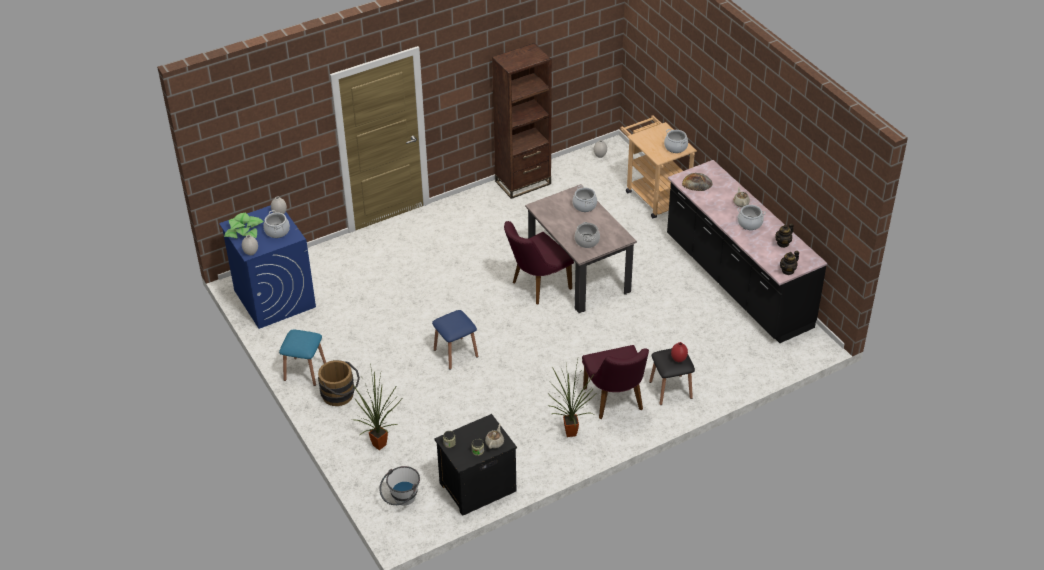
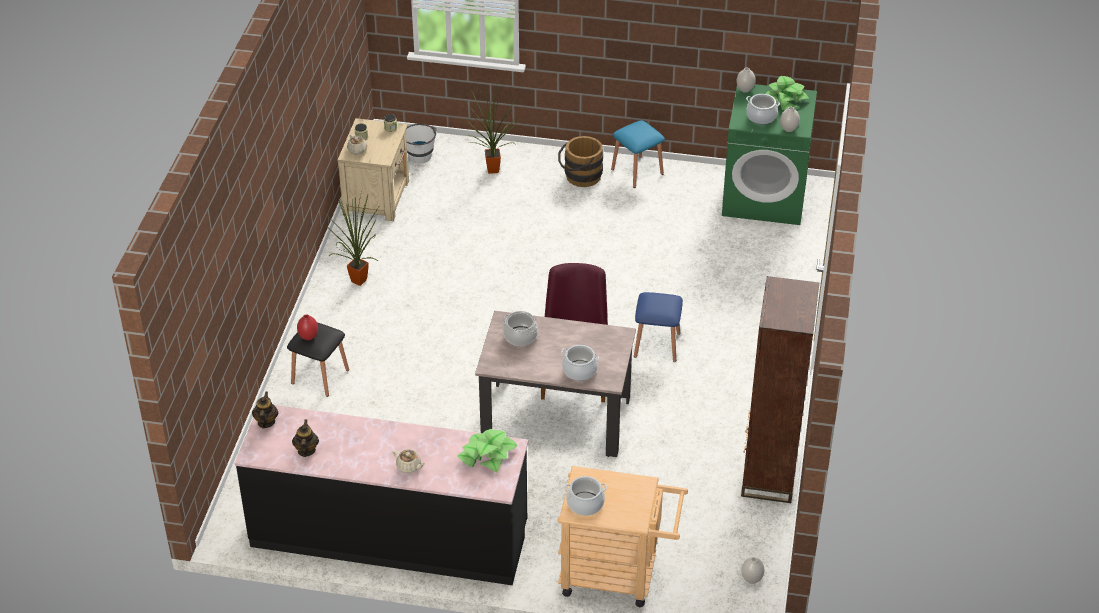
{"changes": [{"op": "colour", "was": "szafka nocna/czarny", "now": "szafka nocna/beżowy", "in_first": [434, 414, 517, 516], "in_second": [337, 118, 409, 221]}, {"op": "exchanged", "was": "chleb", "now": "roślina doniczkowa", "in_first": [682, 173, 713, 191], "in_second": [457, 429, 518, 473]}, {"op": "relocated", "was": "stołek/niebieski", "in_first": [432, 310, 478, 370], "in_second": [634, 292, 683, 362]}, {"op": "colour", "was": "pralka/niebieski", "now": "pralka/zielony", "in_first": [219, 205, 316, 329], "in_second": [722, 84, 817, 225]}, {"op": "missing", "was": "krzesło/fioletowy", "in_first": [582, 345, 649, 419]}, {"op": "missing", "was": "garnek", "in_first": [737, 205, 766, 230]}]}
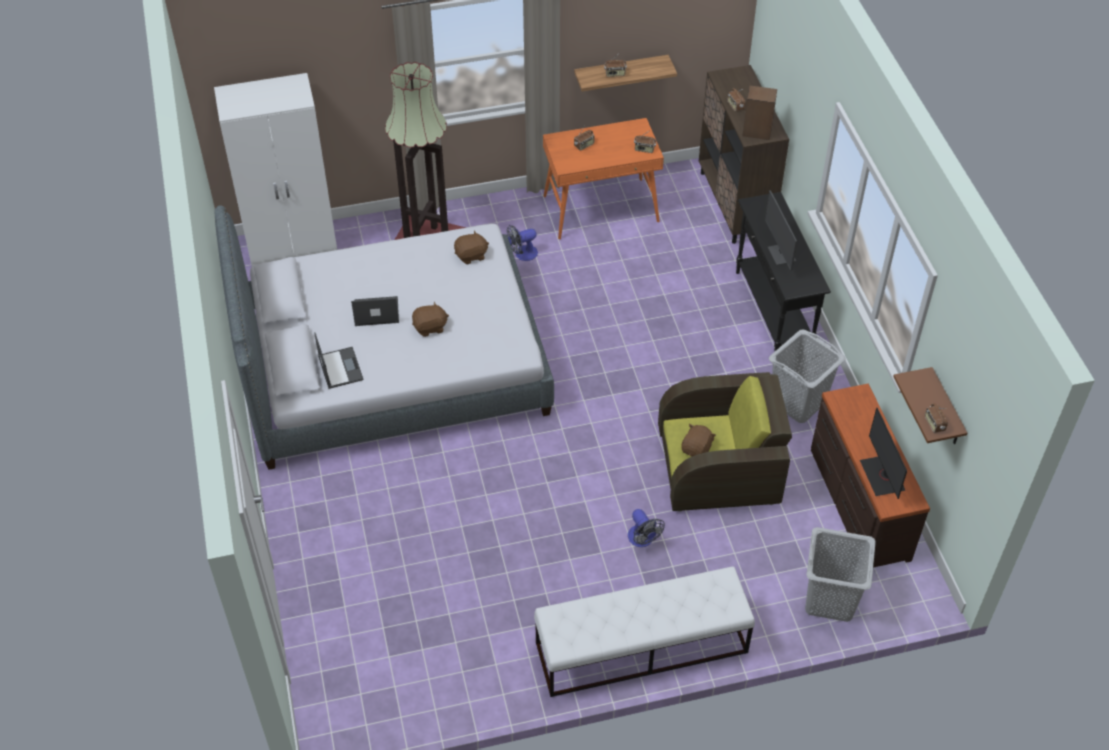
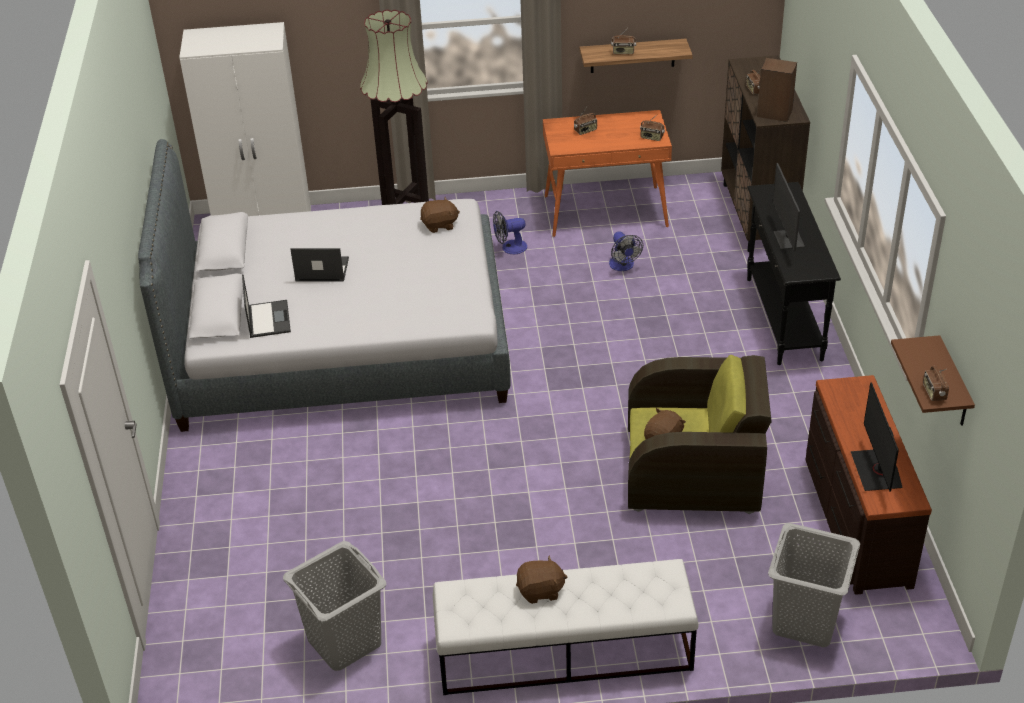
{"changes": [{"op": "relocated", "was": "kosz na pranie/szary", "in_first": [769, 329, 846, 423], "in_second": [283, 541, 386, 671]}, {"op": "relocated", "was": "pluszak/brązowy", "in_first": [412, 302, 449, 337], "in_second": [516, 555, 568, 604]}, {"op": "relocated", "was": "wentylator", "in_first": [628, 509, 665, 547], "in_second": [609, 231, 643, 271]}]}
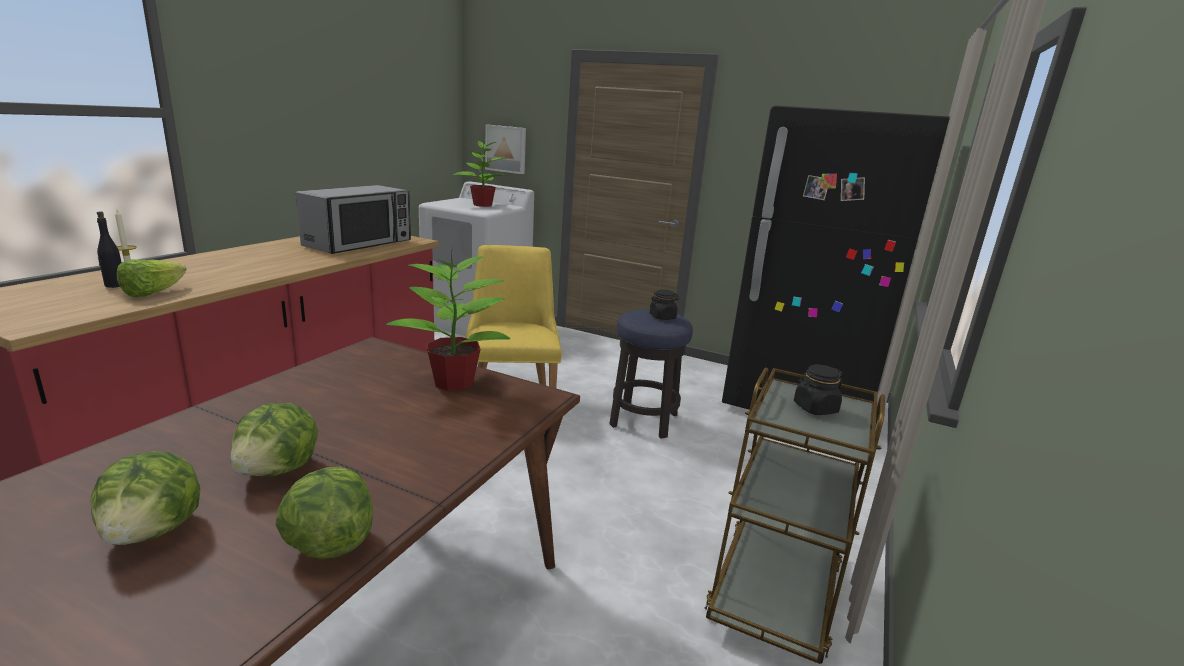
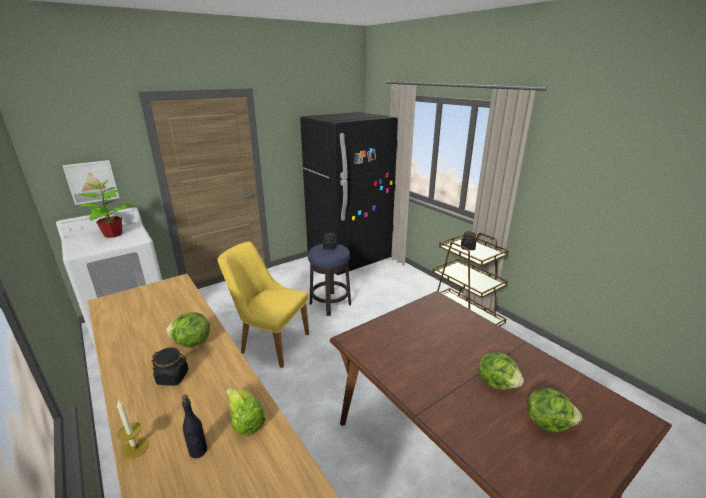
{"changes": [{"op": "appeared", "now": "słoik/czarny", "in_second": [152, 347, 189, 385]}, {"op": "relocated", "was": "sałata", "in_first": [275, 467, 373, 560], "in_second": [166, 312, 210, 347]}, {"op": "missing", "was": "mikrofalówka", "in_first": [296, 185, 411, 254]}, {"op": "missing", "was": "roślina doniczkowa", "in_first": [386, 246, 510, 391]}]}
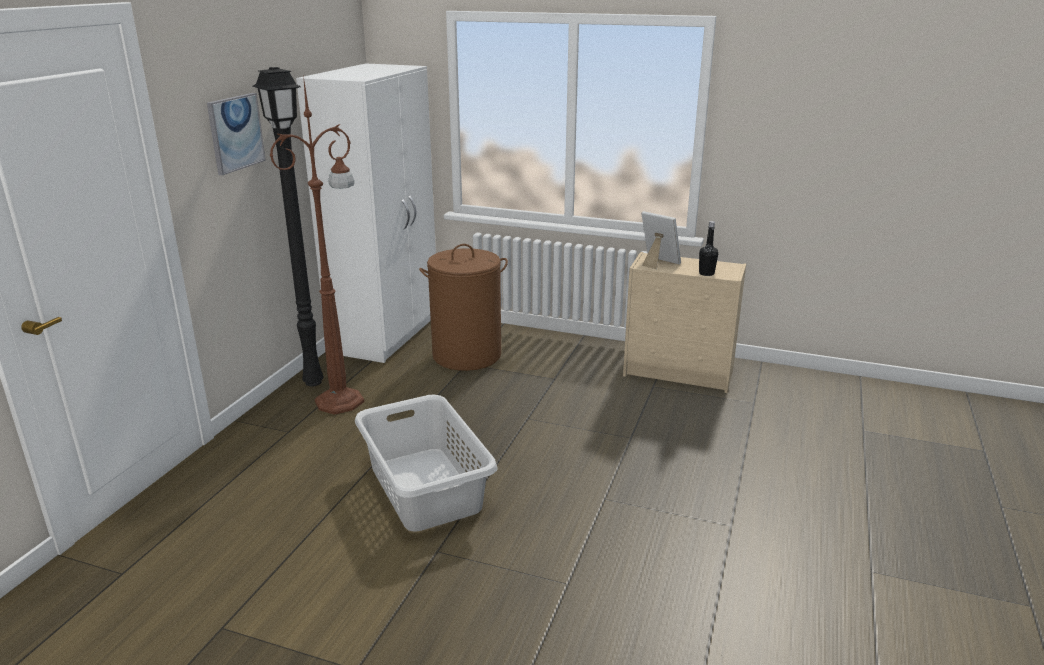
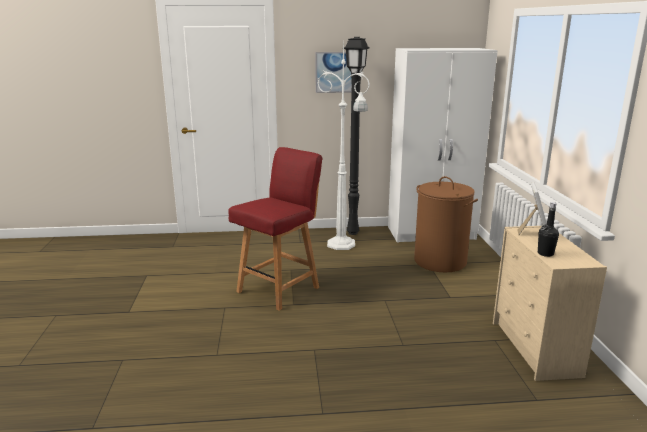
{"changes": [{"op": "exchanged", "was": "kosz na pranie/szary", "now": "krzesło/czerwony", "in_first": [355, 395, 498, 532], "in_second": [228, 147, 323, 311]}, {"op": "colour", "was": "lampa stojąca/brązowy", "now": "lampa stojąca/biały", "in_first": [269, 75, 364, 415], "in_second": [317, 43, 370, 250]}]}
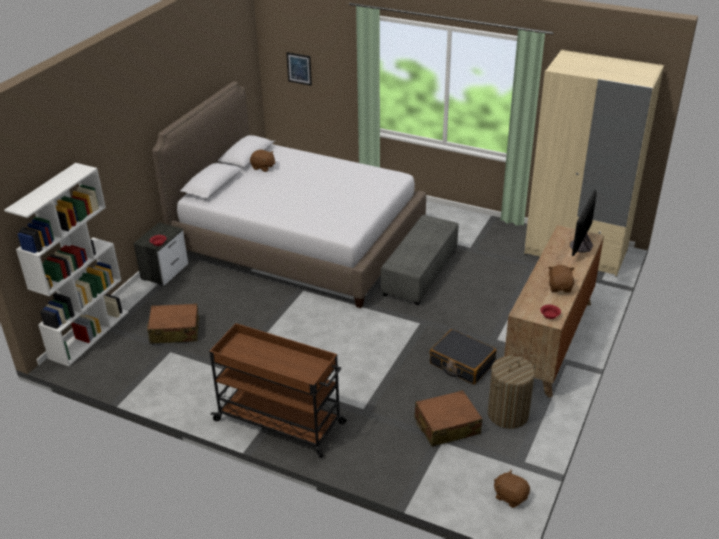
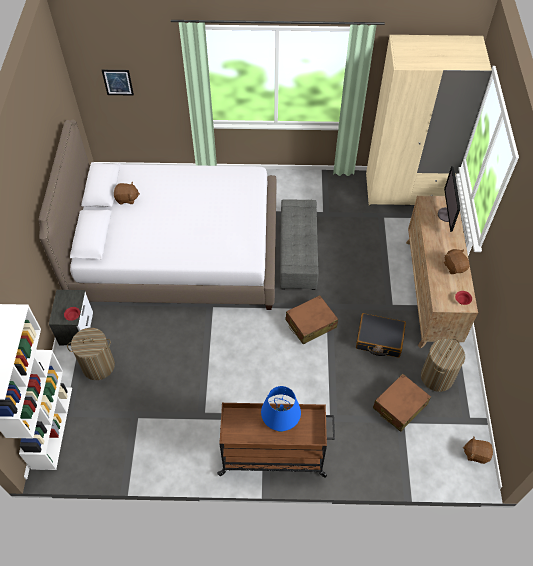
{"changes": [{"op": "appeared", "now": "kosz na pranie", "in_second": [67, 328, 115, 380]}, {"op": "appeared", "now": "lampa stołowa/niebieski", "in_second": [261, 386, 301, 432]}, {"op": "relocated", "was": "walizka/brązowy", "in_first": [147, 304, 199, 344], "in_second": [286, 295, 338, 344]}]}
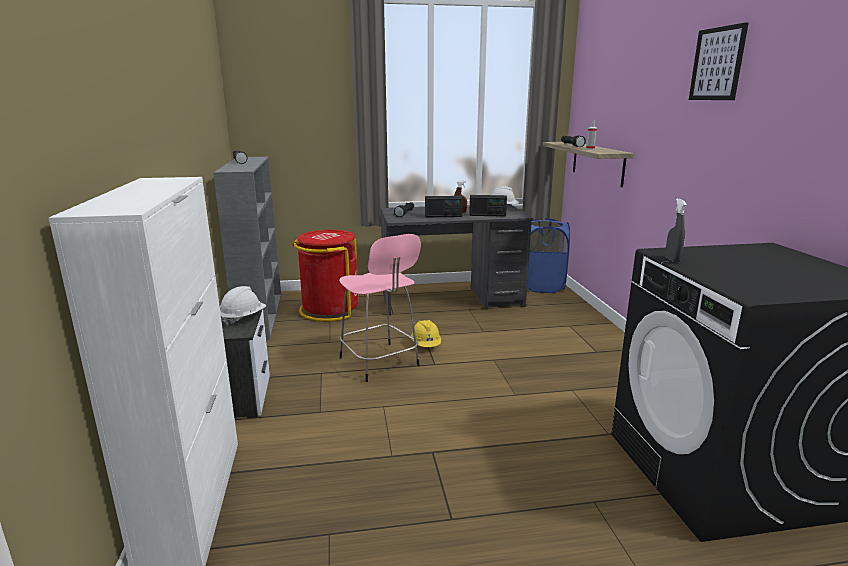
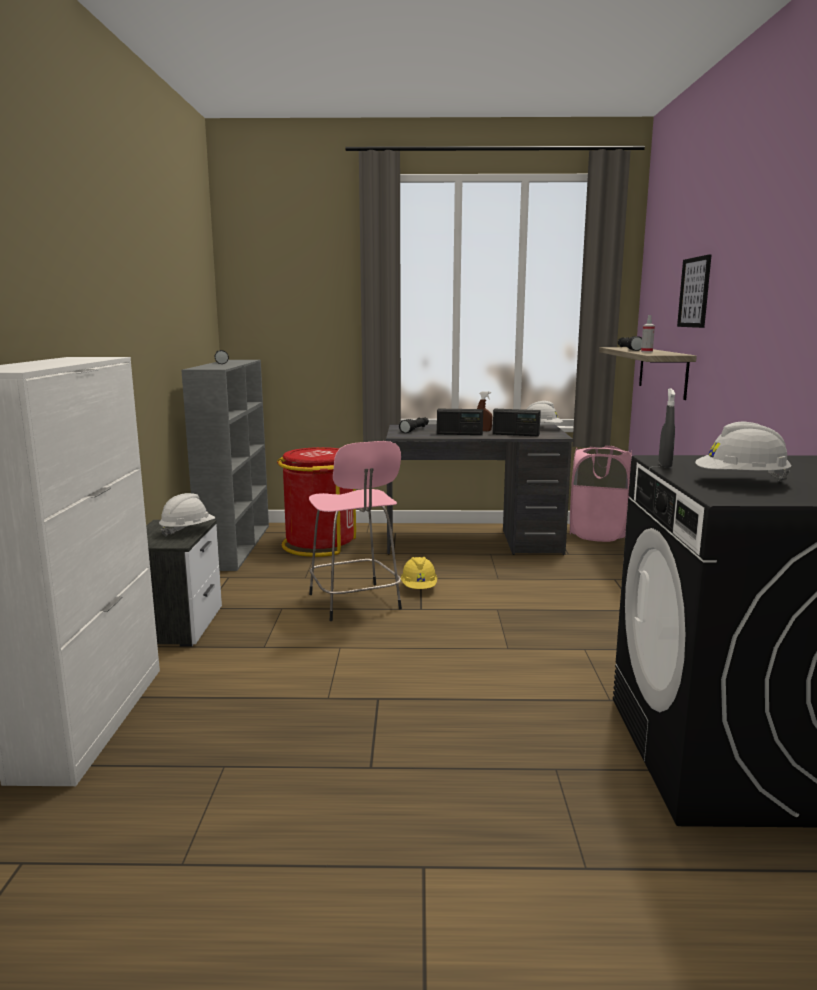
{"changes": [{"op": "colour", "was": "kosz na pranie/niebieski", "now": "kosz na pranie/różowy", "in_first": [527, 218, 570, 293], "in_second": [570, 445, 632, 542]}, {"op": "relocated", "was": "obraz", "in_first": [689, 22, 749, 100], "in_second": [677, 254, 712, 328]}, {"op": "appeared", "now": "kask/biały", "in_second": [695, 422, 791, 482]}]}
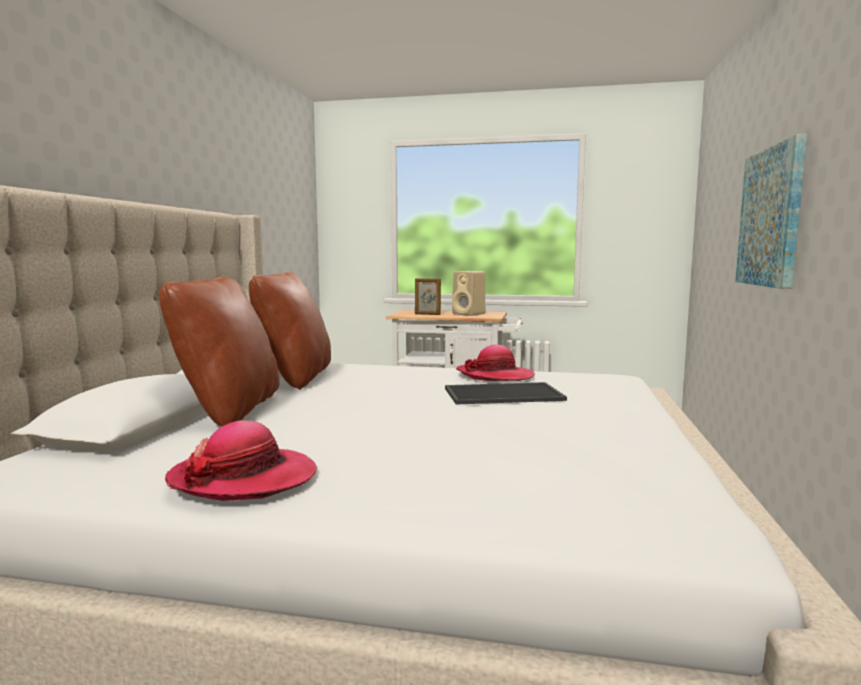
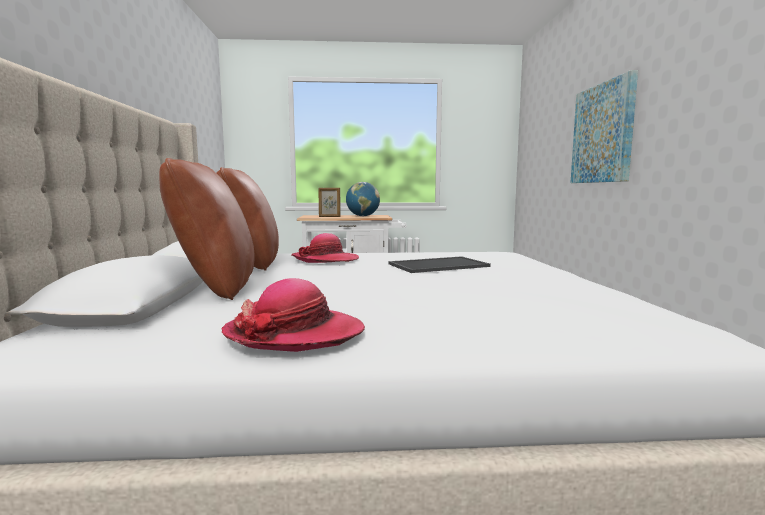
{"changes": [{"op": "relocated", "was": "kapelusz", "in_first": [456, 344, 535, 381], "in_second": [291, 233, 359, 263]}, {"op": "exchanged", "was": "głośnik/beżowy", "now": "globus", "in_first": [452, 271, 485, 316], "in_second": [346, 182, 380, 216]}]}
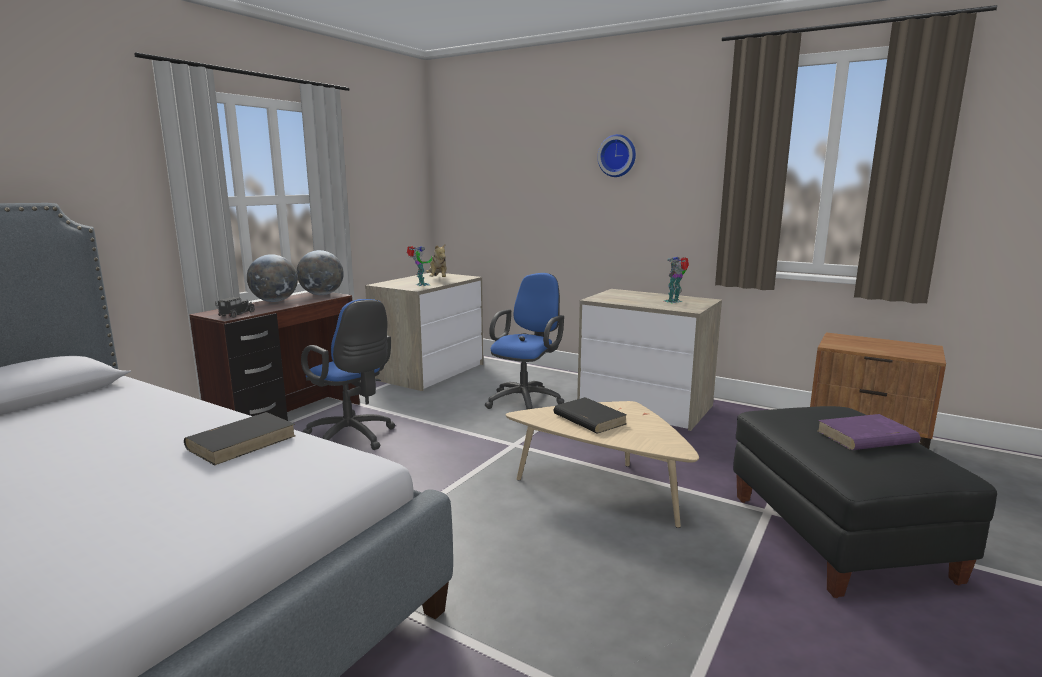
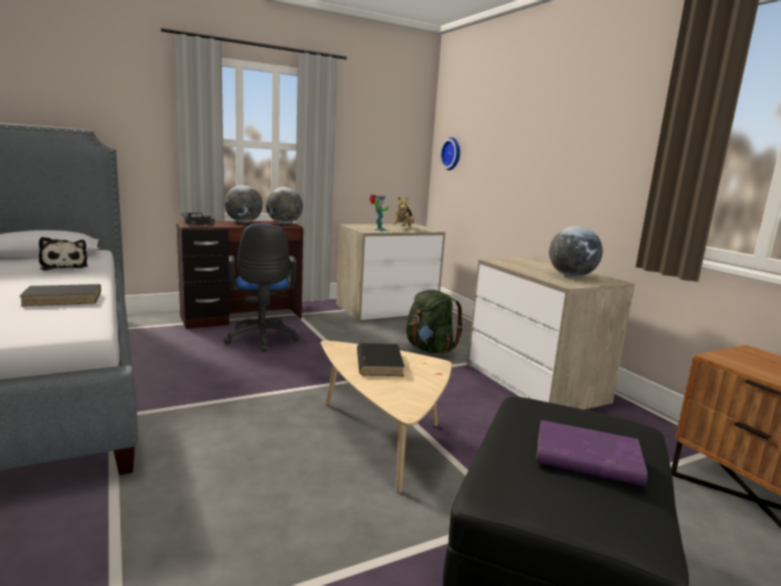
{"changes": [{"op": "appeared", "now": "pluszak", "in_second": [39, 237, 88, 271]}, {"op": "exchanged", "was": "krzesło biurowe/niebieski", "now": "plecak/zielony", "in_first": [485, 273, 564, 410], "in_second": [406, 290, 464, 353]}, {"op": "relocated", "was": "zegar ścienny", "in_first": [597, 134, 636, 177], "in_second": [440, 137, 460, 170]}, {"op": "exchanged", "was": "robot zabawkowy", "now": "globus", "in_first": [664, 257, 689, 303], "in_second": [549, 226, 603, 277]}]}
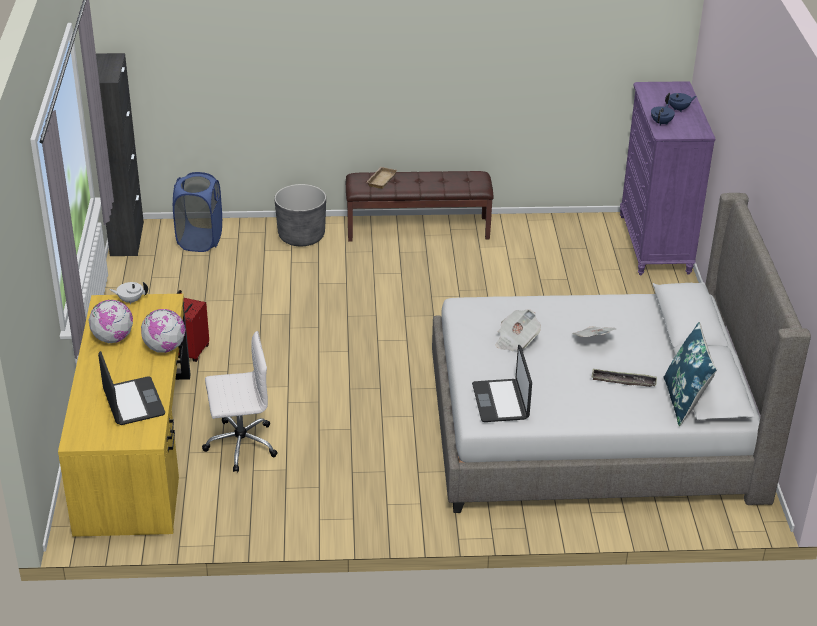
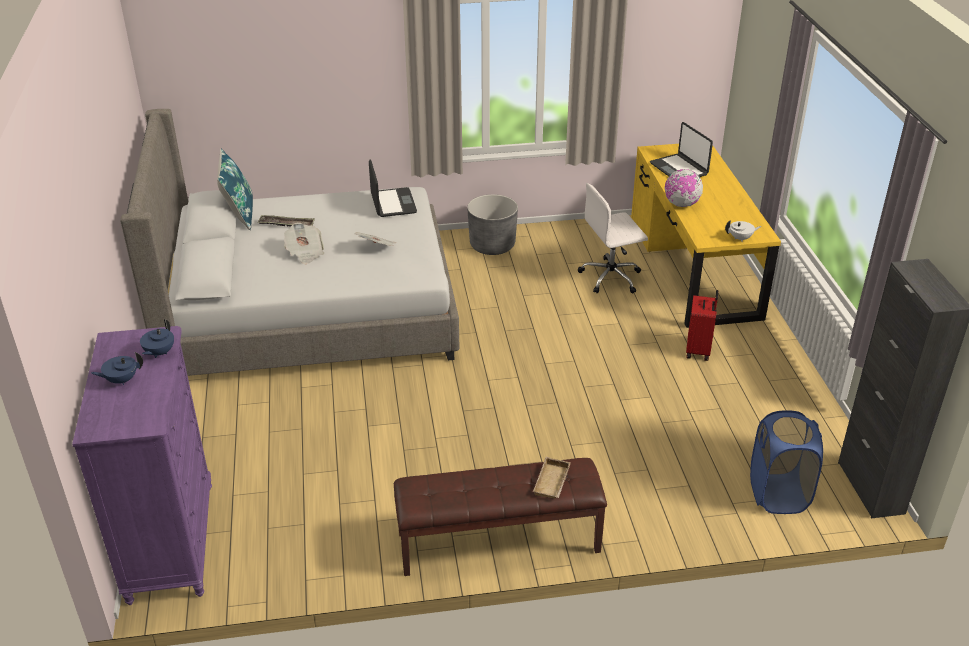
{"changes": [{"op": "relocated", "was": "donica/szary", "in_first": [274, 184, 326, 246], "in_second": [467, 194, 518, 255]}, {"op": "missing", "was": "globus", "in_first": [88, 300, 133, 343]}]}
